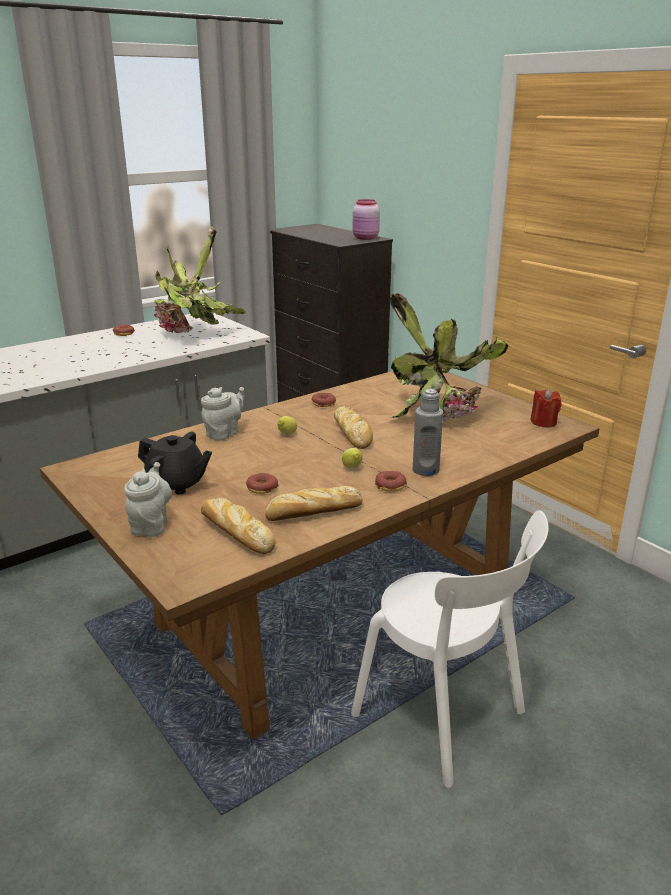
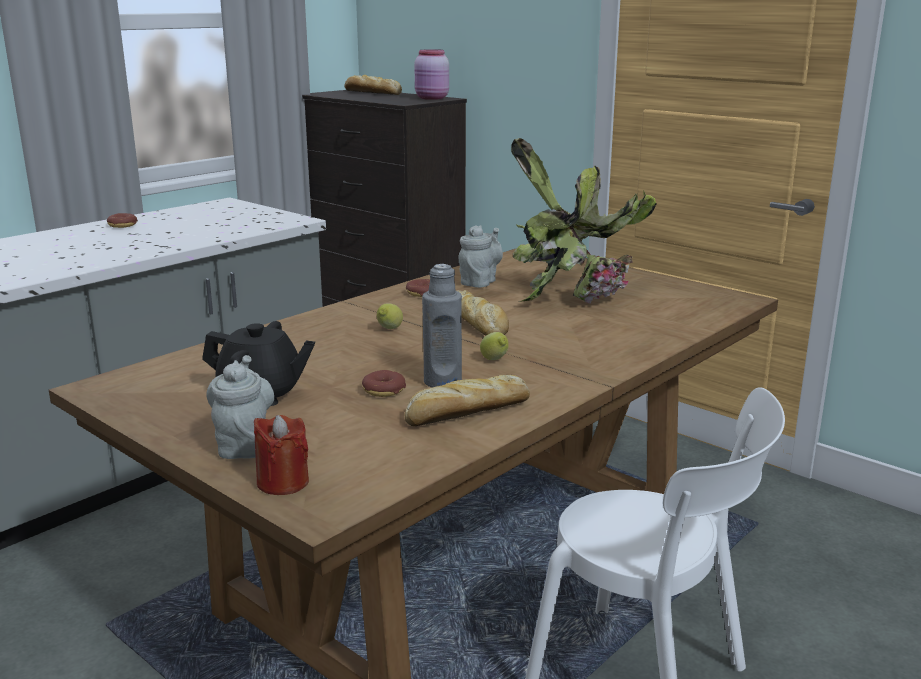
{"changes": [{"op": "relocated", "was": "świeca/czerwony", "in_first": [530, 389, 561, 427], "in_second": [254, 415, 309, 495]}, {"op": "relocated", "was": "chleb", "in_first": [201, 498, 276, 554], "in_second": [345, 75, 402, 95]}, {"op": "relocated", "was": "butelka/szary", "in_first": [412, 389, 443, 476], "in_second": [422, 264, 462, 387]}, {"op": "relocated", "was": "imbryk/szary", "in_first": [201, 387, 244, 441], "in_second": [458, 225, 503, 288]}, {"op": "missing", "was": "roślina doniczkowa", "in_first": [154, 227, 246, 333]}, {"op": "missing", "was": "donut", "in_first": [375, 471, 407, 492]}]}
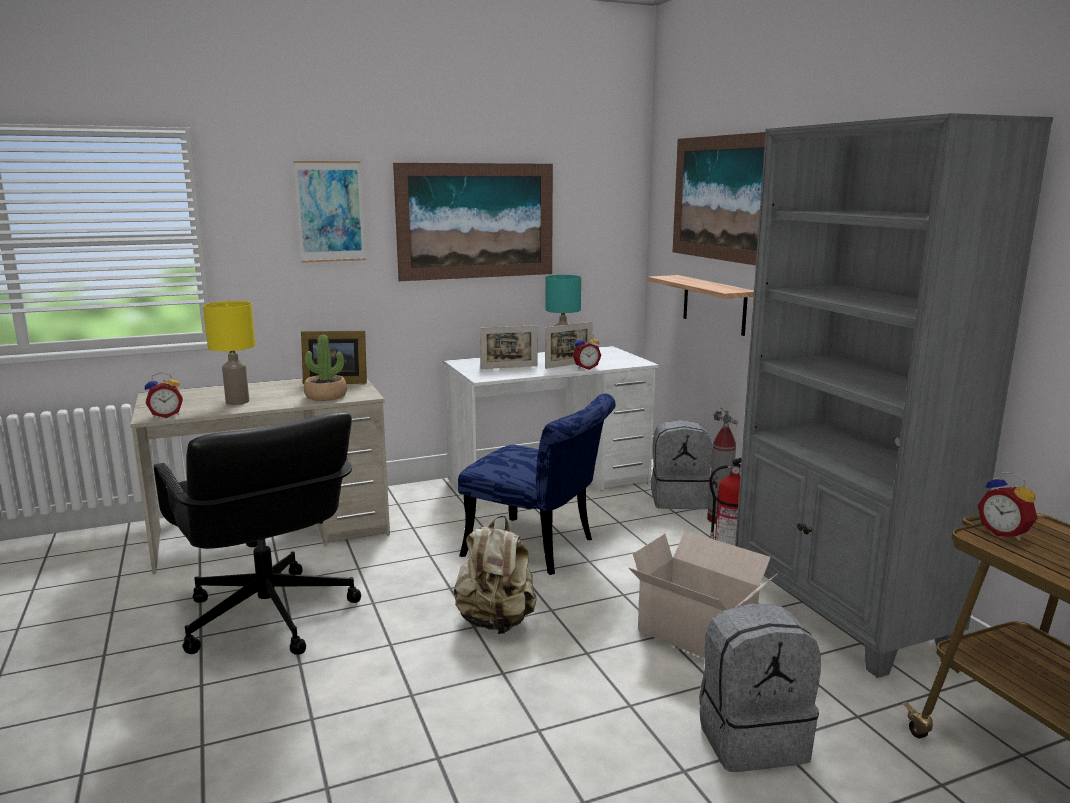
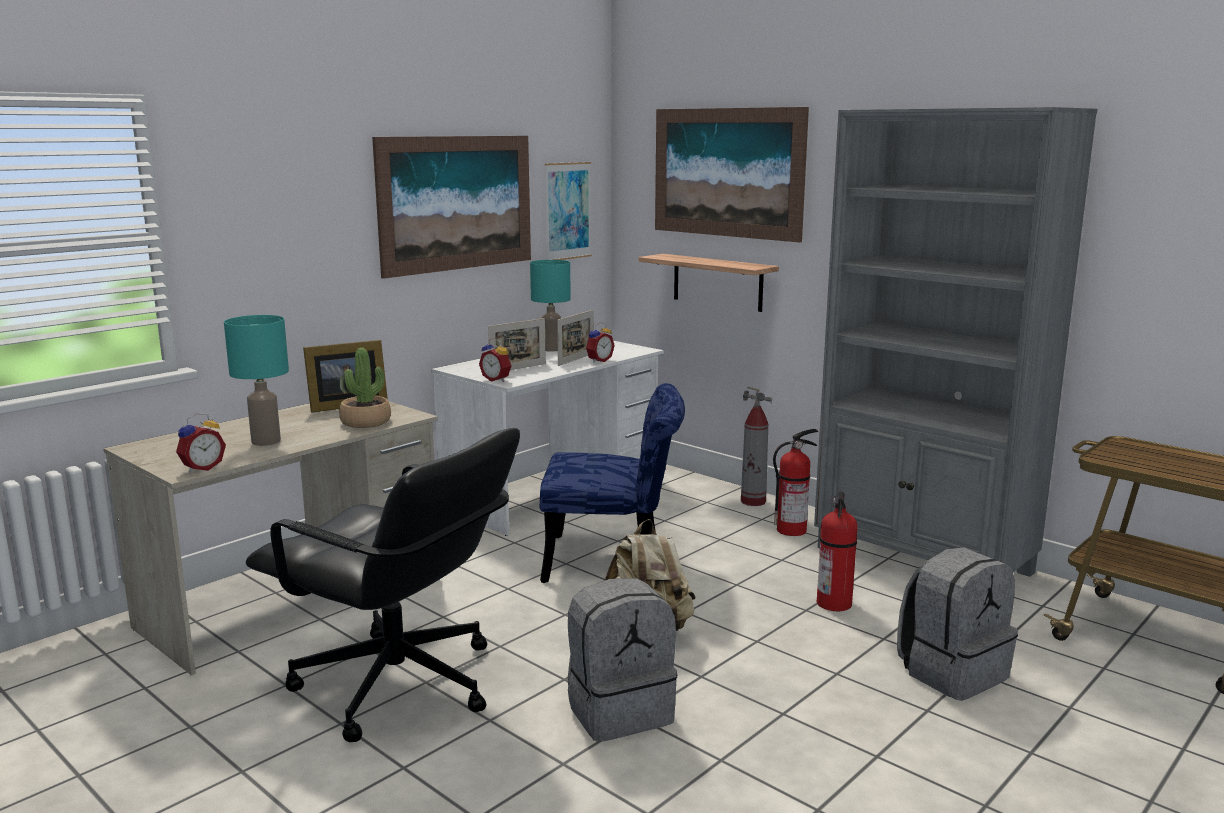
{"changes": [{"op": "colour", "was": "lampa stołowa/żółty", "now": "lampa stołowa/turkusowy", "in_first": [203, 301, 256, 405], "in_second": [224, 315, 289, 446]}, {"op": "relocated", "was": "budzik", "in_first": [978, 472, 1037, 541], "in_second": [479, 338, 511, 382]}, {"op": "relocated", "was": "obraz", "in_first": [293, 161, 366, 263], "in_second": [545, 162, 592, 260]}, {"op": "relocated", "was": "plecak/szary", "in_first": [651, 420, 713, 509], "in_second": [568, 578, 677, 742]}, {"op": "exchanged", "was": "karton", "now": "gaśnica", "in_first": [628, 531, 778, 658], "in_second": [817, 492, 858, 611]}]}
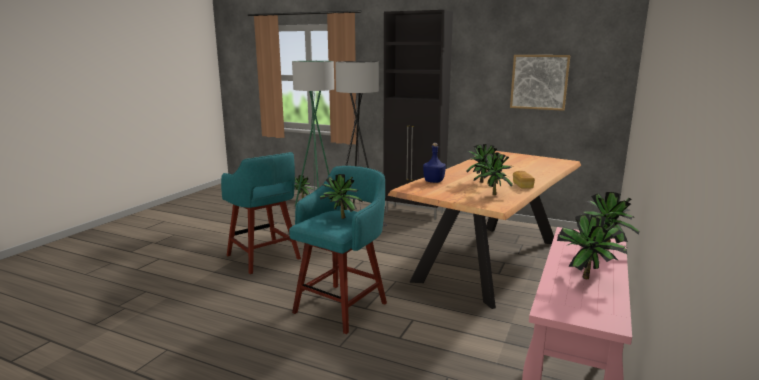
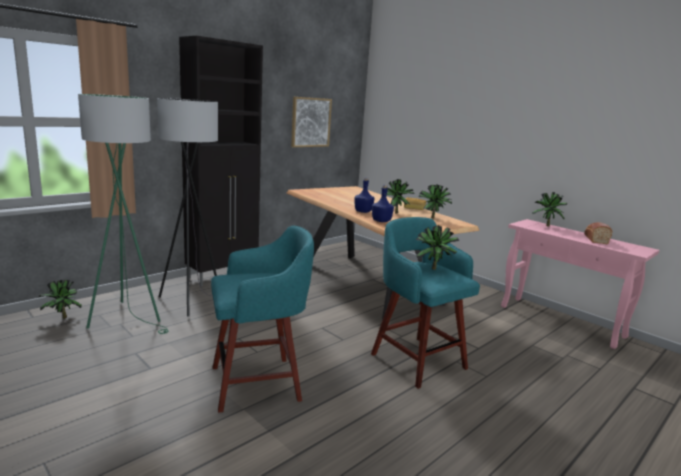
{"changes": [{"op": "appeared", "now": "butelka/niebieski", "in_second": [354, 178, 374, 213]}, {"op": "exchanged", "was": "roślina doniczkowa", "now": "chleb", "in_first": [557, 214, 628, 279], "in_second": [584, 222, 613, 244]}]}
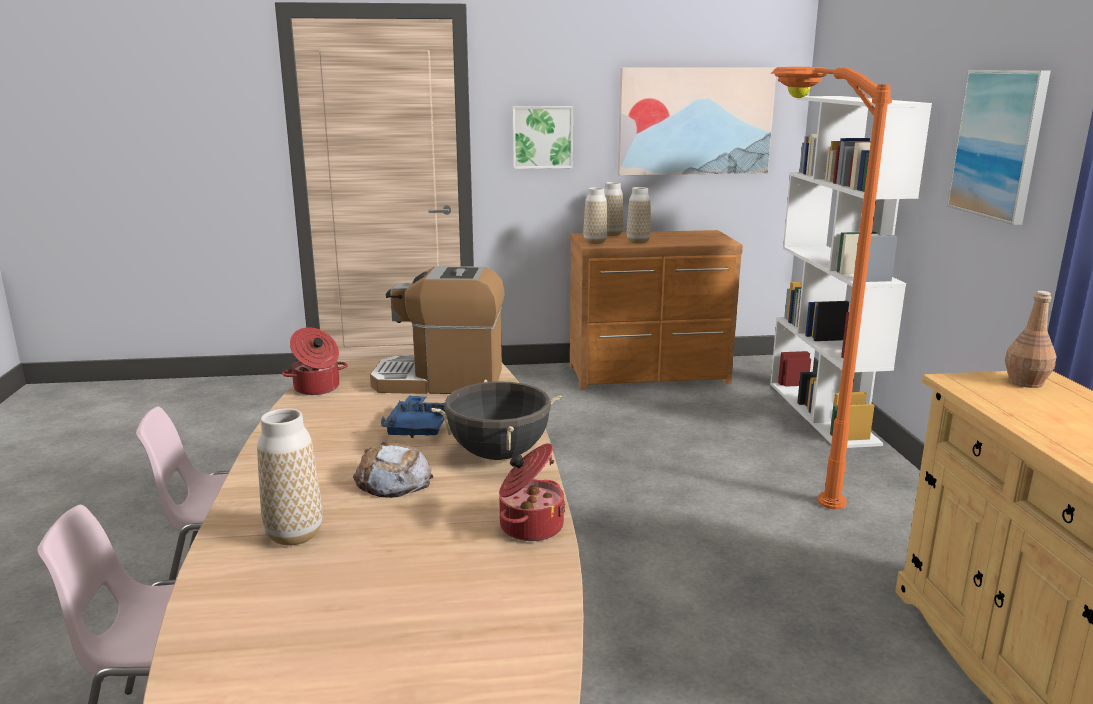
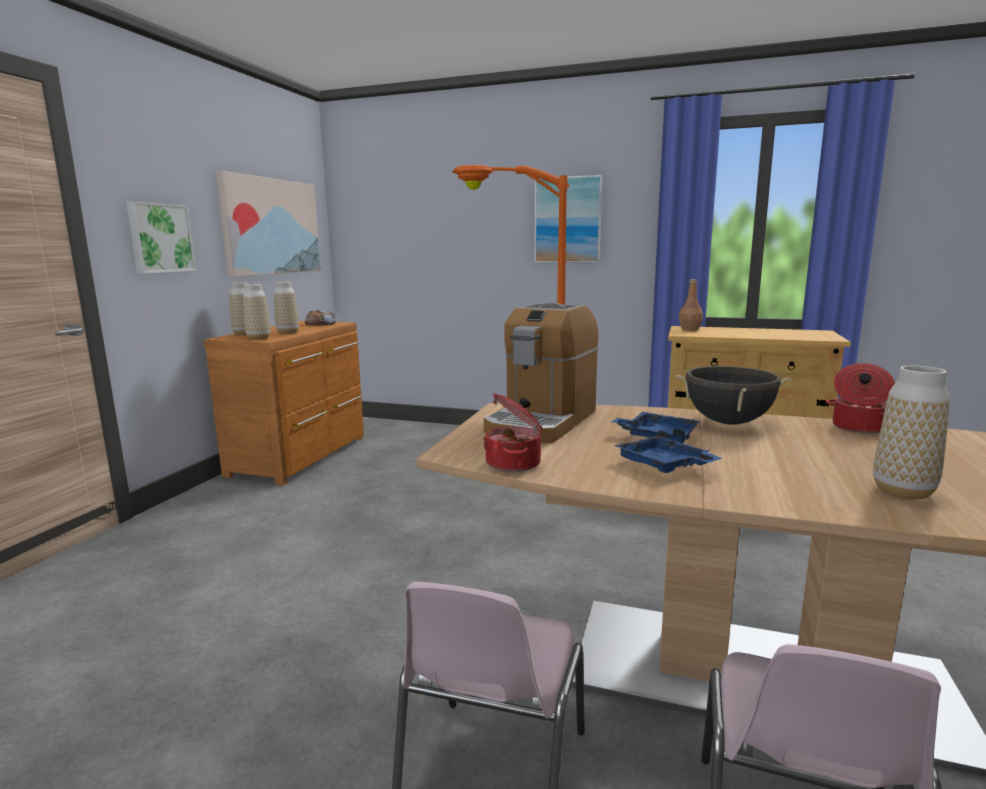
{"changes": [{"op": "relocated", "was": "chleb", "in_first": [353, 442, 433, 498], "in_second": [305, 310, 336, 325]}, {"op": "appeared", "now": "taca/niebieski", "in_second": [614, 430, 722, 473]}, {"op": "missing", "was": "regał/biały", "in_first": [770, 96, 932, 448]}]}
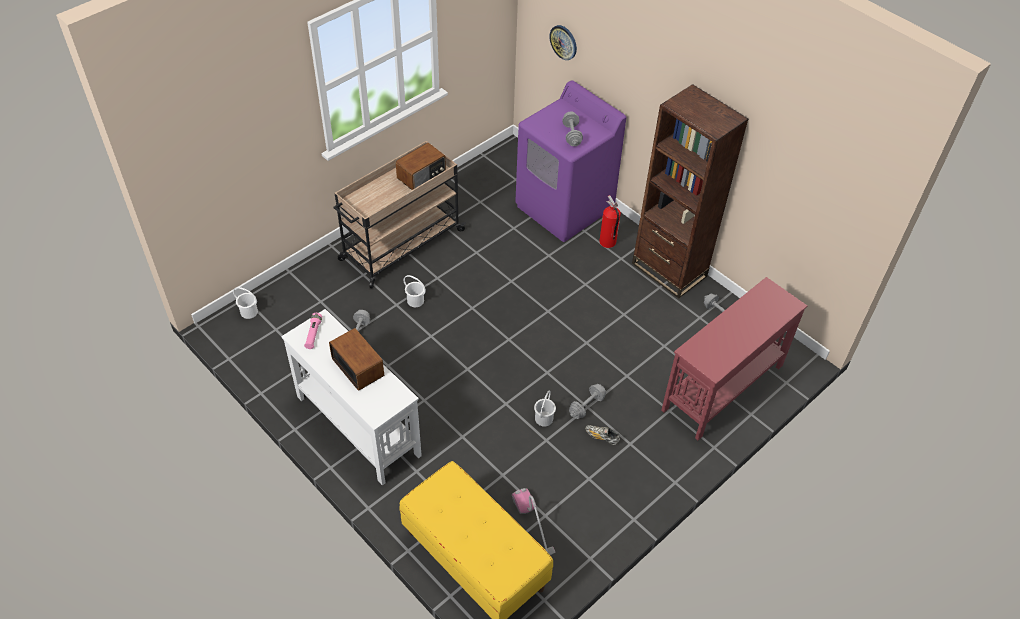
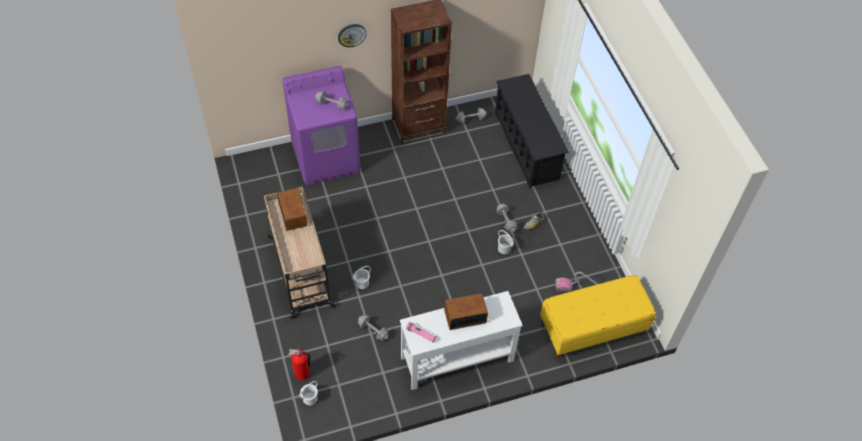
{"changes": [{"op": "relocated", "was": "gaśnica", "in_first": [599, 195, 621, 248], "in_second": [289, 348, 310, 381]}, {"op": "relocated", "was": "zegar ścienny", "in_first": [549, 25, 577, 60], "in_second": [338, 24, 367, 47]}, {"op": "exchanged", "was": "stolik konsolowy/czerwony", "now": "regał na buty/czarny", "in_first": [661, 277, 807, 440], "in_second": [495, 74, 569, 188]}]}
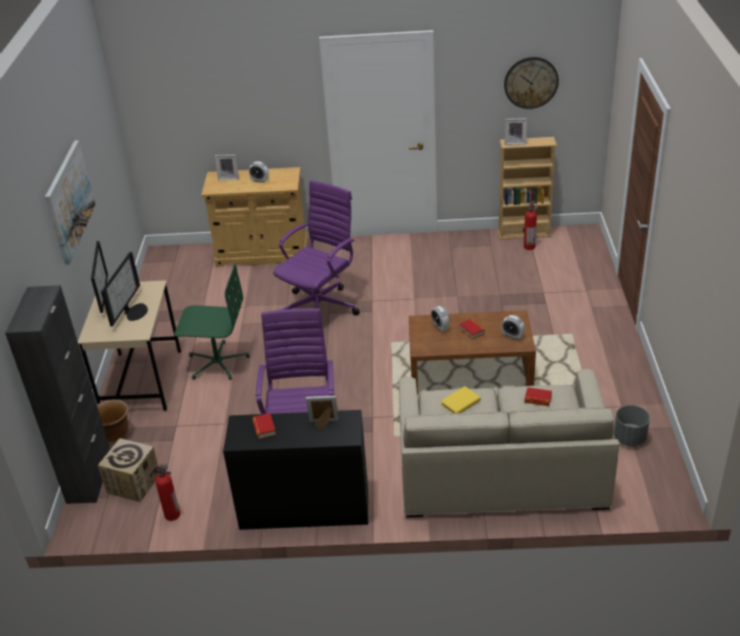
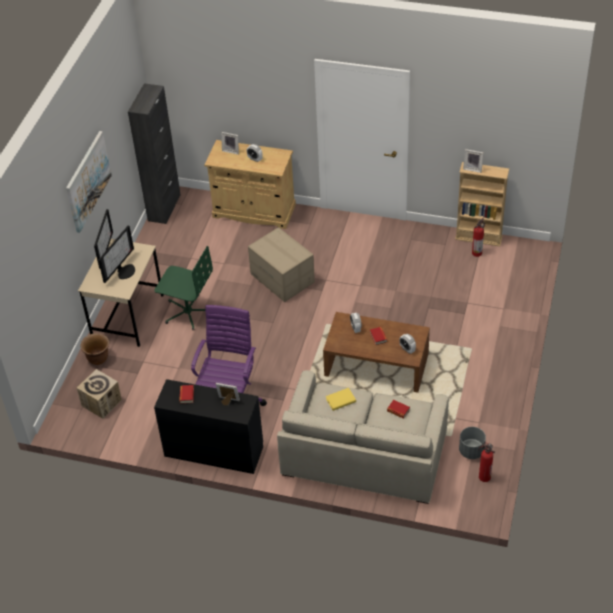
{"changes": [{"op": "relocated", "was": "szafka/czarny", "in_first": [5, 285, 110, 504], "in_second": [128, 83, 181, 224]}, {"op": "exchanged", "was": "krzesło biurowe/fioletowy", "now": "karton", "in_first": [273, 180, 360, 316], "in_second": [248, 227, 315, 302]}, {"op": "relocated", "was": "gaśnica", "in_first": [150, 464, 180, 521], "in_second": [478, 443, 495, 482]}, {"op": "missing", "was": "zegar ścienny", "in_first": [504, 57, 559, 109]}]}
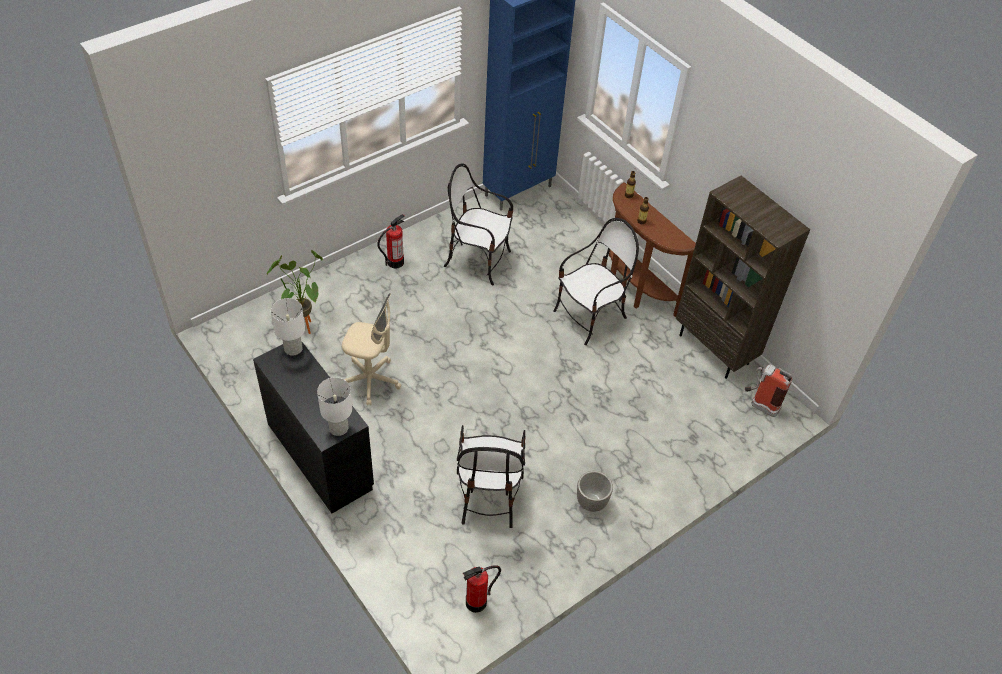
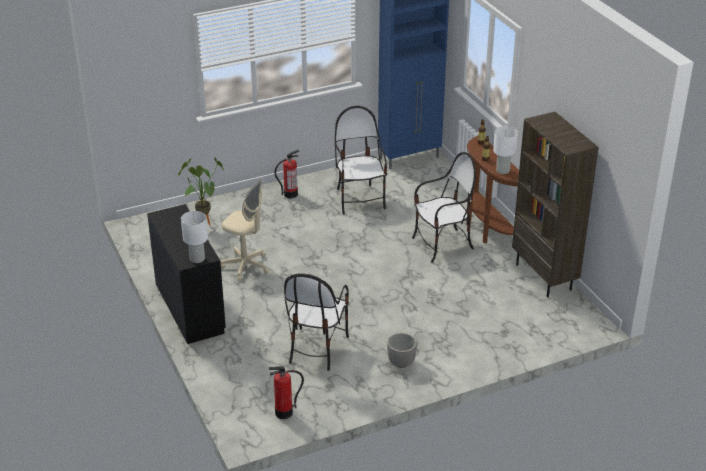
{"changes": [{"op": "spun", "was": "krzesło", "in_first": [444, 163, 513, 286], "in_second": [335, 106, 387, 215], "clockwise": 45}, {"op": "relocated", "was": "lampa stołowa/biały", "in_first": [271, 298, 305, 356], "in_second": [493, 126, 518, 174]}, {"op": "missing", "was": "gaśnica", "in_first": [745, 364, 792, 417]}]}
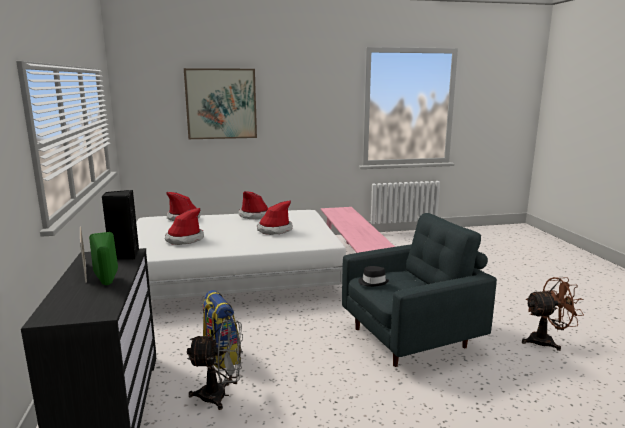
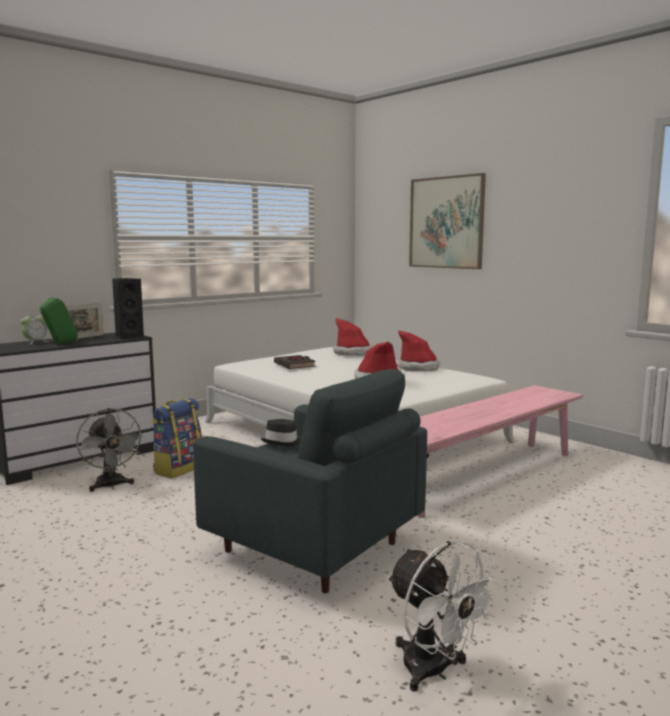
{"changes": [{"op": "appeared", "now": "budzik", "in_second": [21, 312, 49, 344]}, {"op": "exchanged", "was": "kapelusz", "now": "książka/czarny", "in_first": [165, 208, 204, 245], "in_second": [274, 355, 316, 369]}, {"op": "colour", "was": "wentylator/brązowy", "now": "wentylator/biały", "in_first": [522, 277, 584, 351], "in_second": [387, 541, 501, 692]}]}
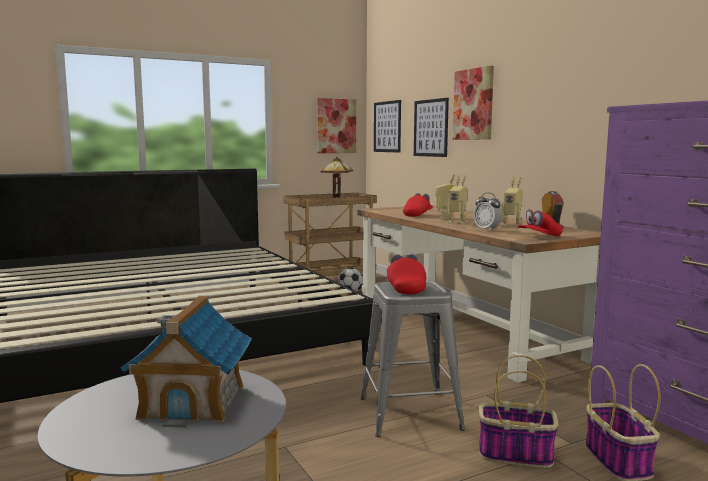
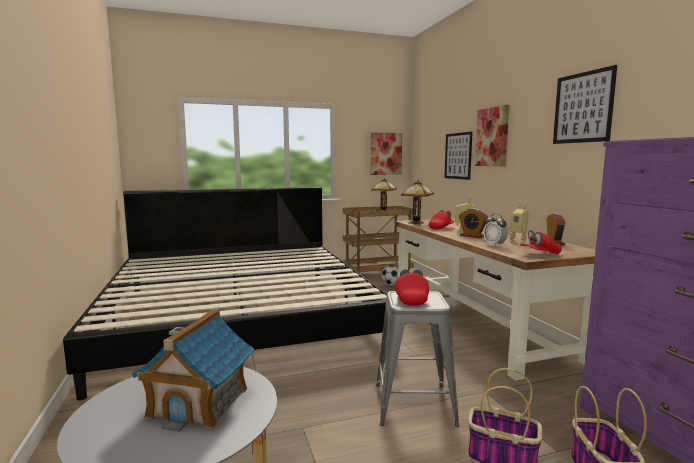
{"changes": [{"op": "appeared", "now": "lampa stołowa", "in_second": [401, 180, 434, 224]}, {"op": "exchanged", "was": "robot zabawkowy", "now": "budzik", "in_first": [446, 175, 468, 224], "in_second": [459, 208, 488, 238]}, {"op": "relocated", "was": "obraz", "in_first": [374, 100, 401, 153], "in_second": [553, 65, 617, 144]}]}
